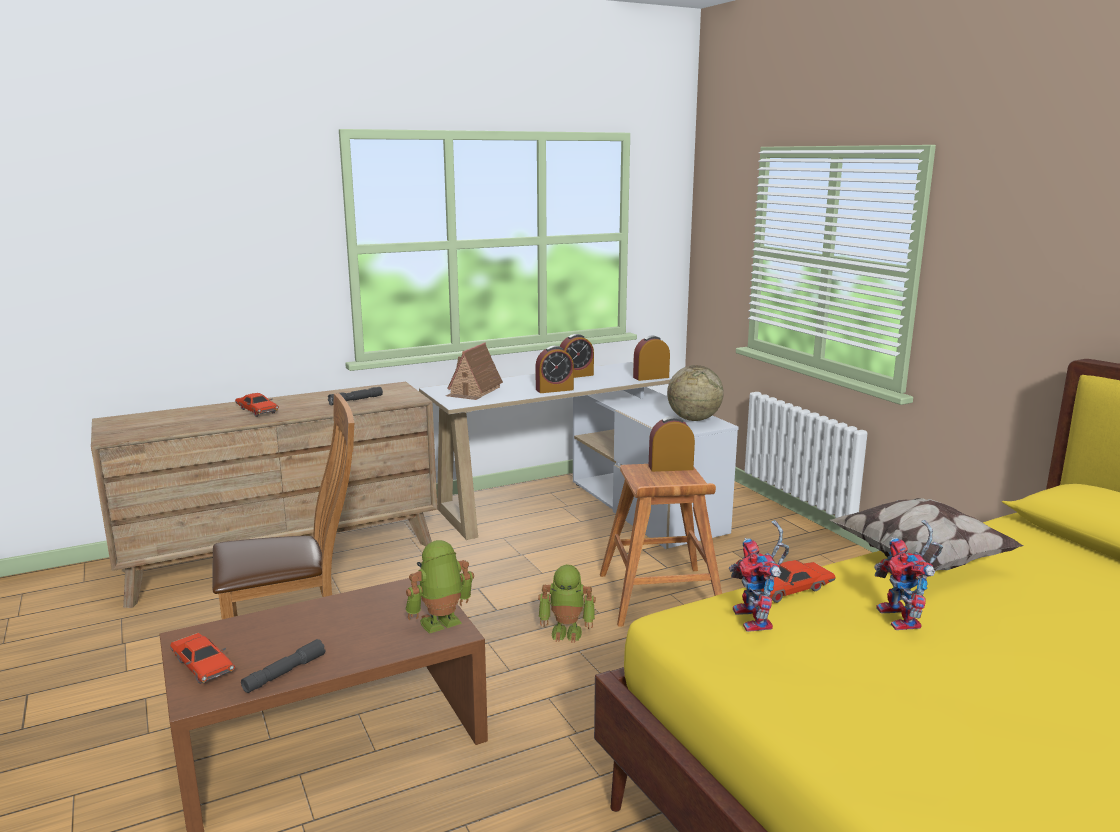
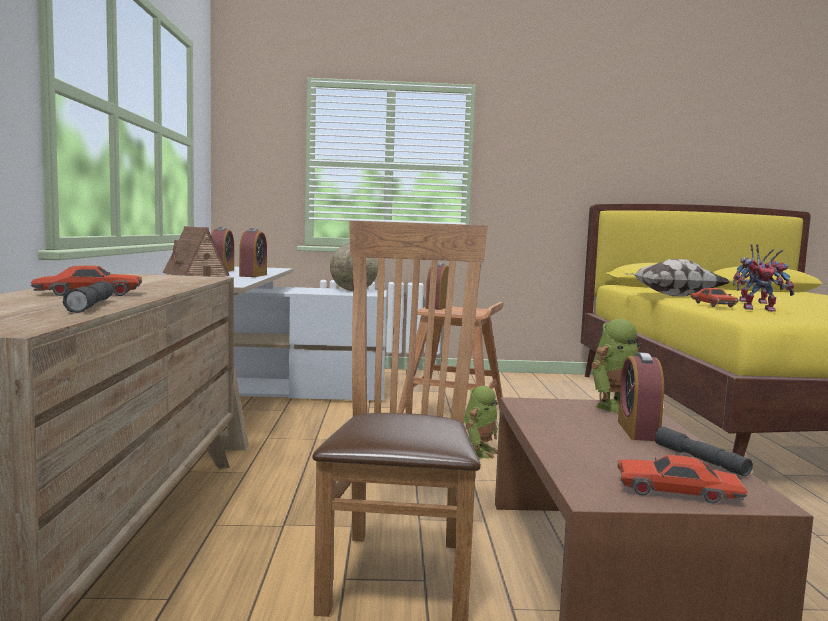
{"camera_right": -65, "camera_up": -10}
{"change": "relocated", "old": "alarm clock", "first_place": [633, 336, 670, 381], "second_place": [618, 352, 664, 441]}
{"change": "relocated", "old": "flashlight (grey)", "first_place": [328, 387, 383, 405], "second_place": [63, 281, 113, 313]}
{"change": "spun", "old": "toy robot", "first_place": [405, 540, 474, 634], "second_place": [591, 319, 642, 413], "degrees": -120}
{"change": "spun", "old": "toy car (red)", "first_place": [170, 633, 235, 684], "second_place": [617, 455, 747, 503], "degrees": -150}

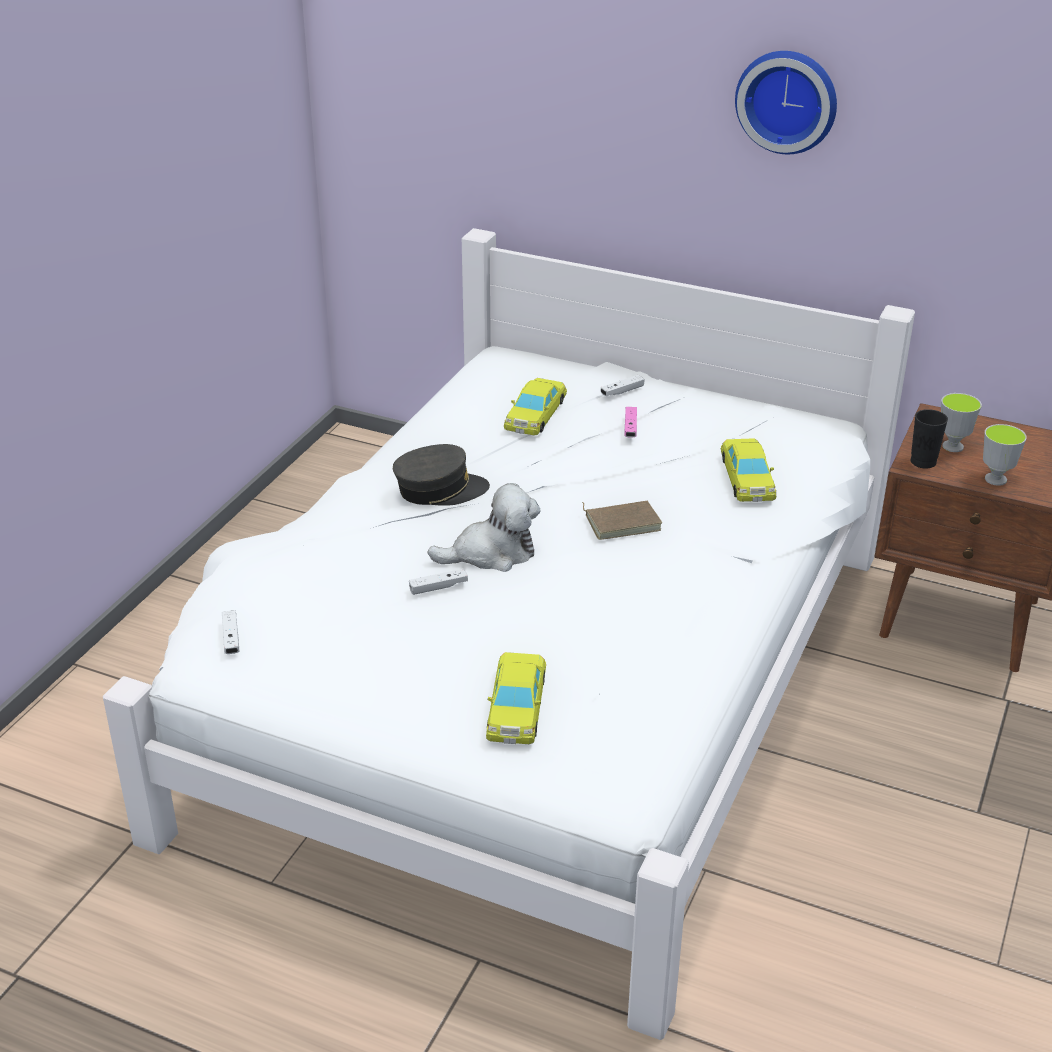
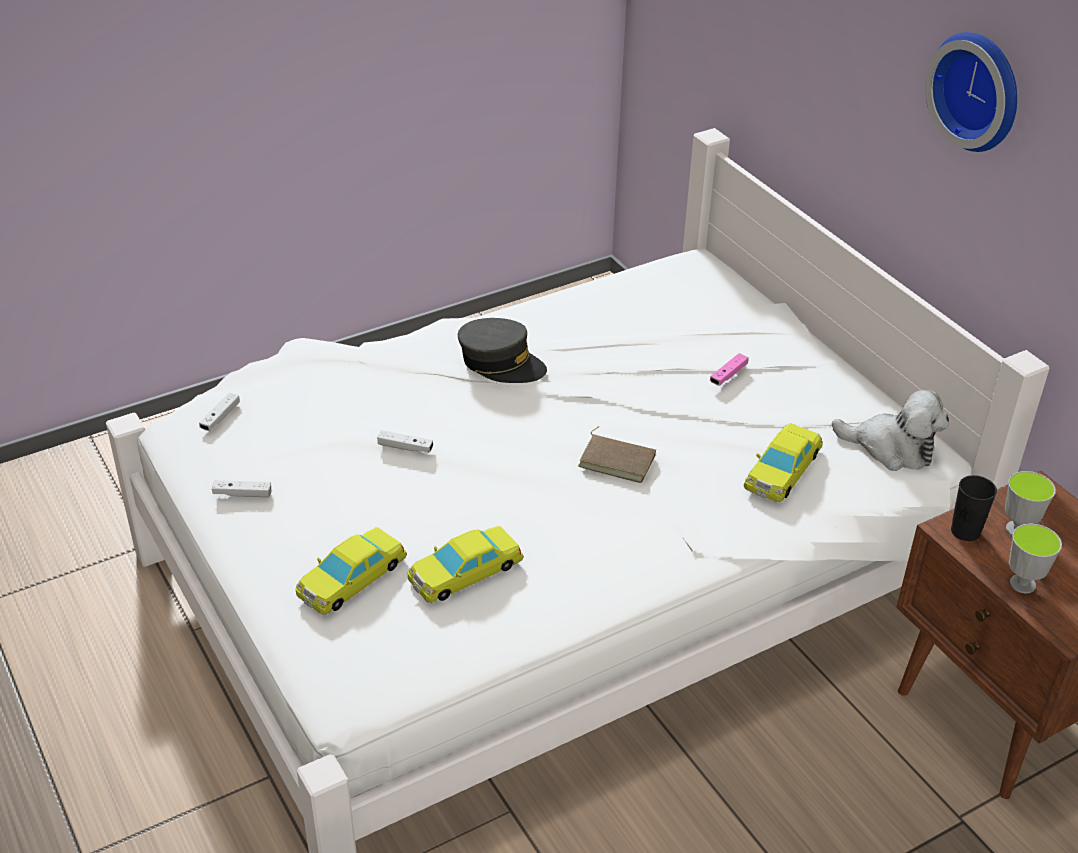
{"camera_right": 35, "camera_up": 5}
{"change": "relocated", "old": "game controller (white)", "first_place": [600, 375, 644, 396], "second_place": [212, 480, 271, 497]}
{"change": "relocated", "old": "toy car (yellow)", "first_place": [504, 378, 567, 435], "second_place": [408, 526, 524, 603]}
{"change": "relocated", "old": "plush toy", "first_place": [428, 483, 541, 572], "second_place": [832, 390, 949, 471]}

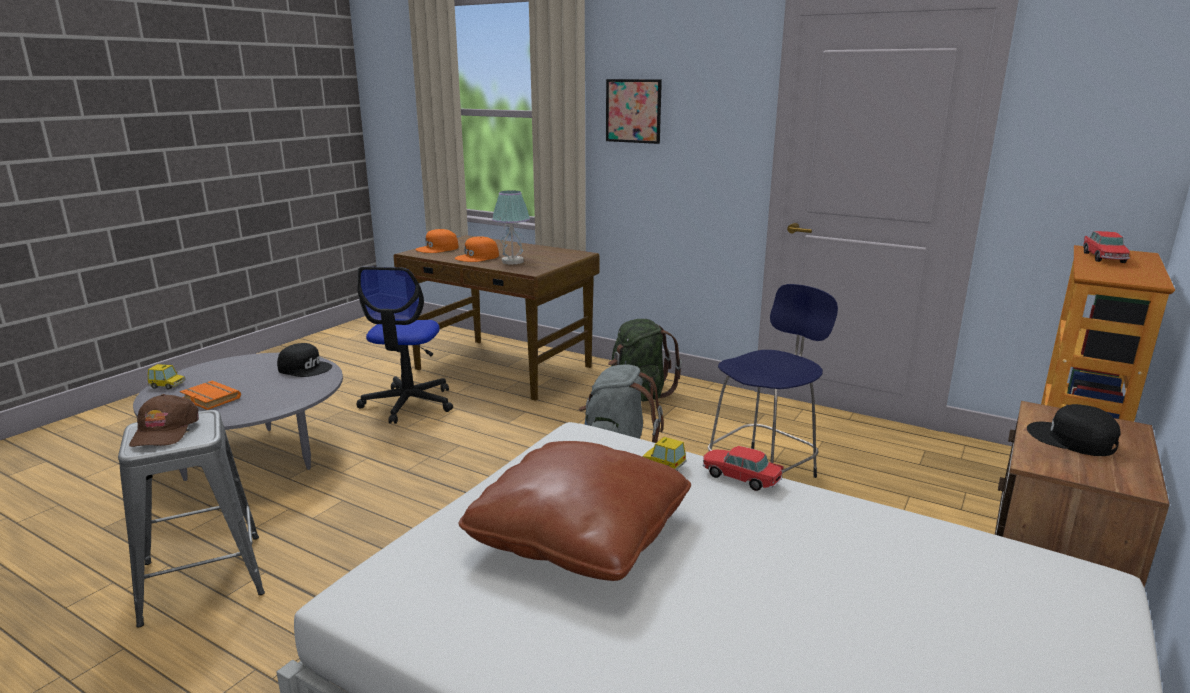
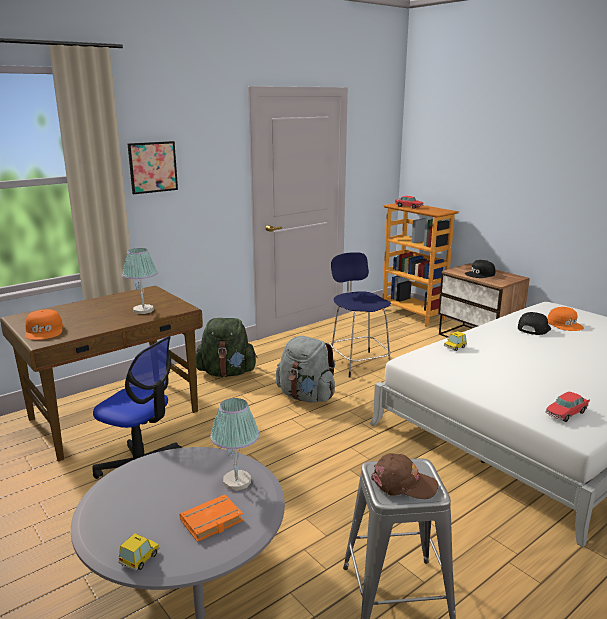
{"camera_right": -70, "camera_up": 0}
{"change": "relocated", "old": "cap (orange)", "first_place": [455, 236, 499, 262], "second_place": [547, 307, 584, 331]}
{"change": "relocated", "old": "cap (black)", "first_place": [277, 343, 332, 377], "second_place": [518, 312, 551, 335]}
{"change": "missing", "old": "pillow (brown)", "first_place": [458, 441, 691, 581]}
{"change": "relocated", "old": "toy car", "first_place": [703, 446, 784, 491], "second_place": [545, 391, 590, 422]}
{"change": "appeared", "new": "table lamp", "second_place": [210, 398, 259, 491]}

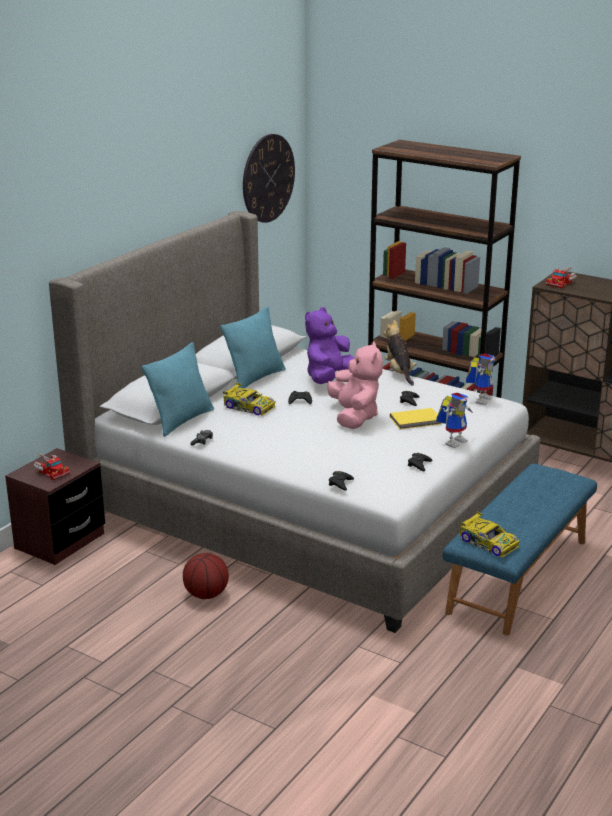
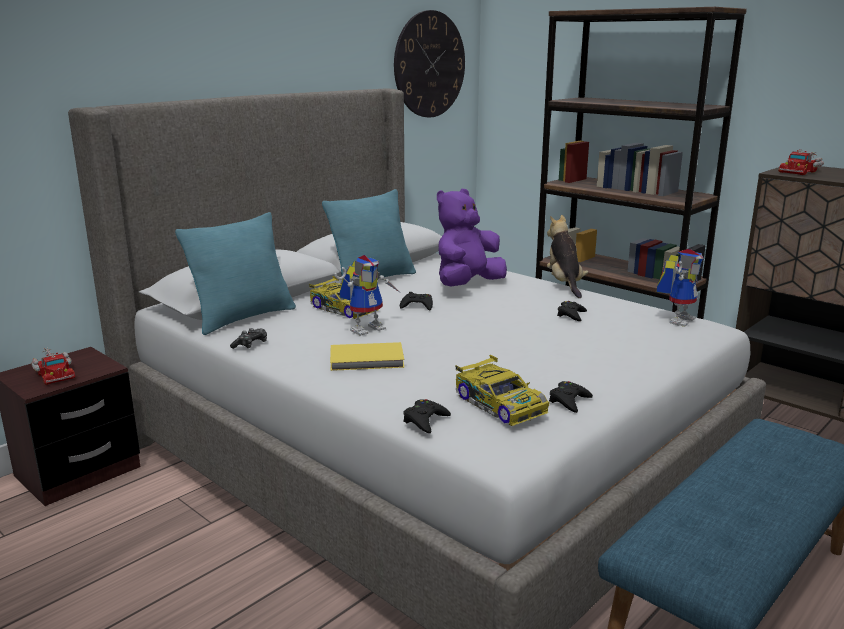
{"camera_right": 10, "camera_up": -5}
{"change": "missing", "old": "plush toy (pink)", "first_place": [327, 341, 383, 429]}
{"change": "relocated", "old": "toy robot", "first_place": [436, 393, 474, 448], "second_place": [334, 255, 399, 336]}
{"change": "relocated", "old": "book (yellow)", "first_place": [390, 408, 441, 429], "second_place": [330, 342, 405, 371]}
{"change": "relocated", "old": "toy car", "first_place": [460, 512, 520, 558], "second_place": [455, 355, 550, 426]}
{"change": "missing", "old": "basketball", "first_place": [183, 553, 229, 599]}

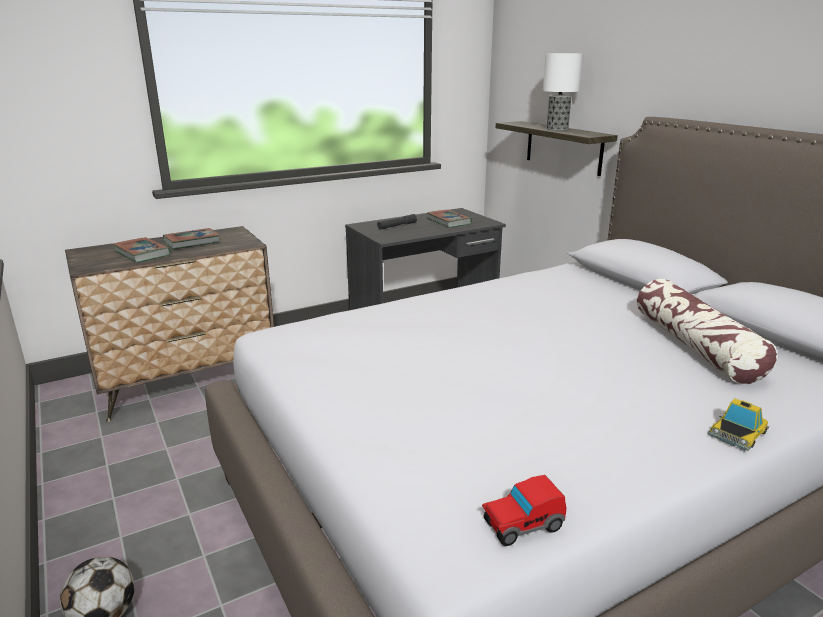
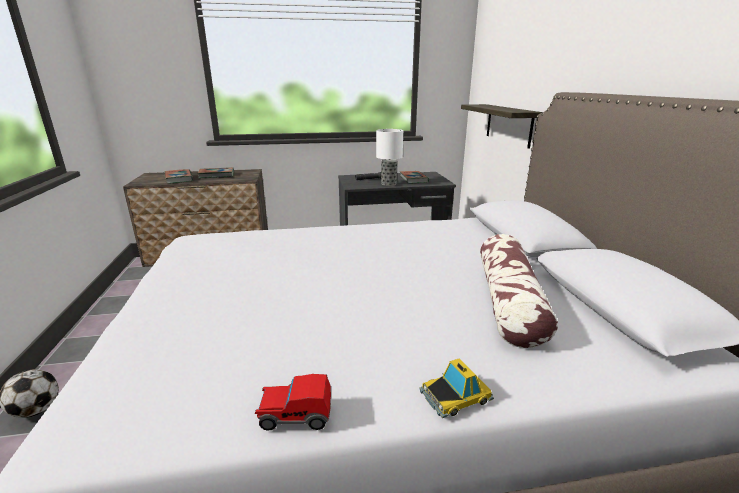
{"camera_right": 20, "camera_up": 0}
{"change": "relocated", "old": "table lamp", "first_place": [543, 53, 583, 131], "second_place": [376, 129, 403, 186]}
{"change": "relocated", "old": "toy car", "first_place": [482, 475, 567, 546], "second_place": [255, 374, 331, 431]}

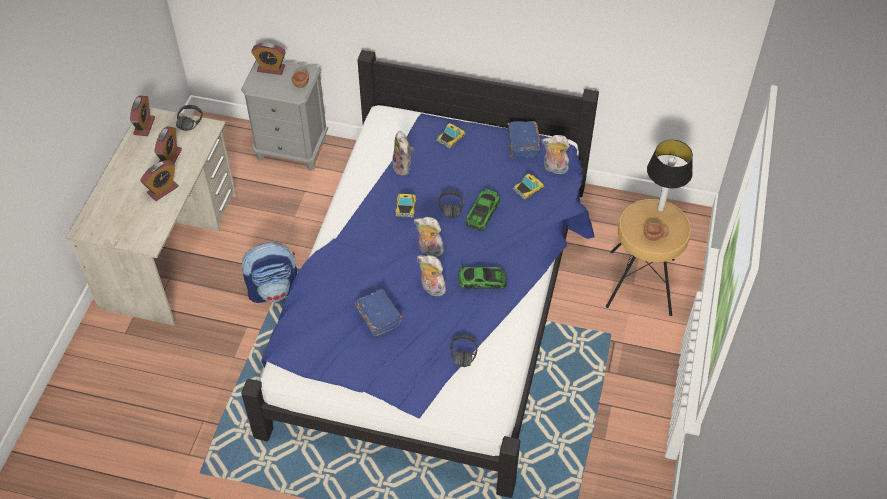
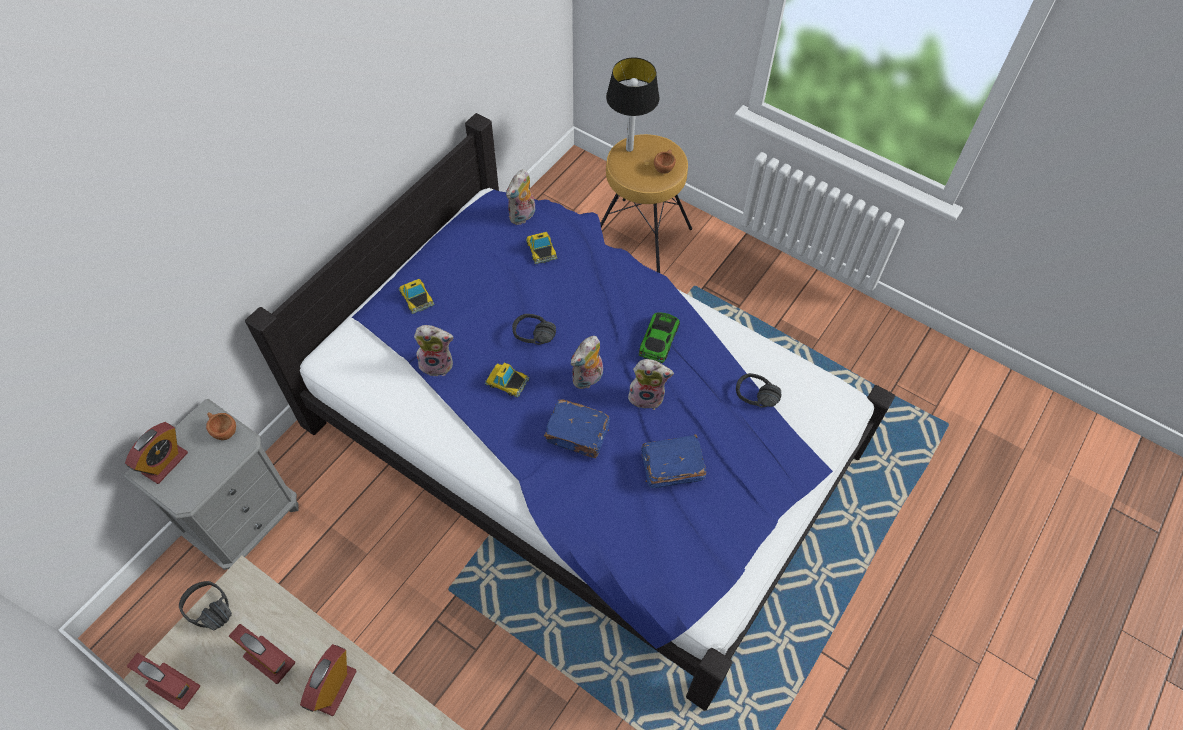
{"camera_right": -70, "camera_up": 5}
{"change": "relocated", "old": "book (blue)", "first_place": [508, 121, 540, 158], "second_place": [544, 399, 610, 459]}
{"change": "spun", "old": "alarm clock", "first_place": [140, 160, 179, 201], "second_place": [300, 644, 357, 716], "degrees": -135}
{"change": "missing", "old": "toy car", "first_place": [465, 189, 500, 231]}
{"change": "missing", "old": "backpack", "first_place": [242, 242, 297, 303]}
{"change": "spun", "old": "plush toy", "first_place": [417, 255, 446, 296], "second_place": [628, 359, 674, 410], "degrees": -135}

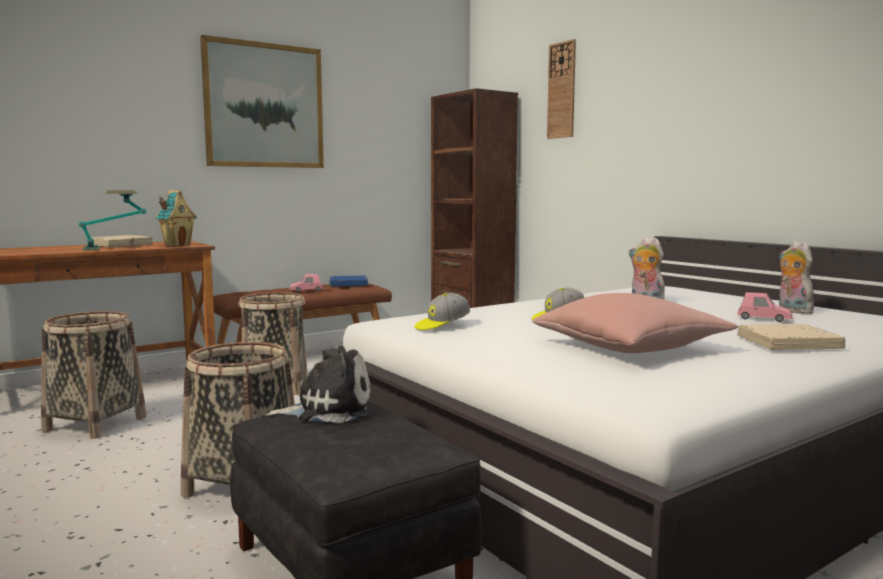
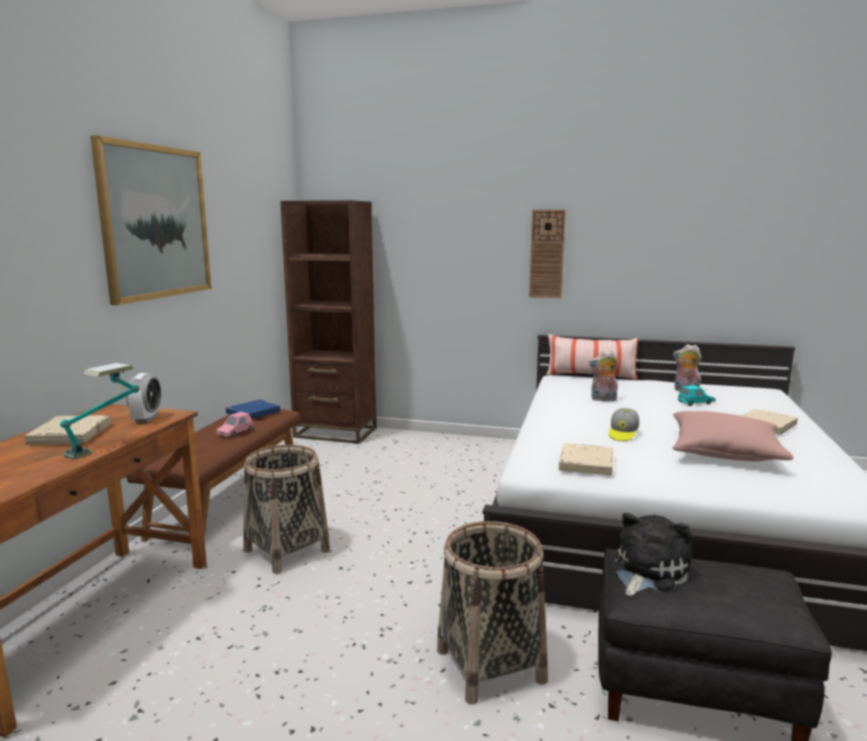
{"camera_right": -40, "camera_up": 5}
{"change": "relocated", "old": "wall clock", "first_place": [547, 39, 576, 139], "second_place": [529, 210, 566, 298]}
{"change": "exchanged", "old": "toy house", "new": "alarm clock", "first_place": [155, 190, 197, 246], "second_place": [126, 373, 161, 423]}
{"change": "colour", "old": "toy car (pink)", "new": "toy car (turquoise)", "first_place": [737, 292, 793, 322], "second_place": [678, 385, 716, 406]}
{"change": "exchanged", "old": "cap", "new": "book (beige)", "first_place": [414, 293, 470, 330], "second_place": [559, 443, 613, 475]}
{"change": "missing", "old": "basket", "first_place": [41, 311, 147, 439]}
{"change": "appeared", "new": "pillow", "second_place": [546, 334, 639, 380]}

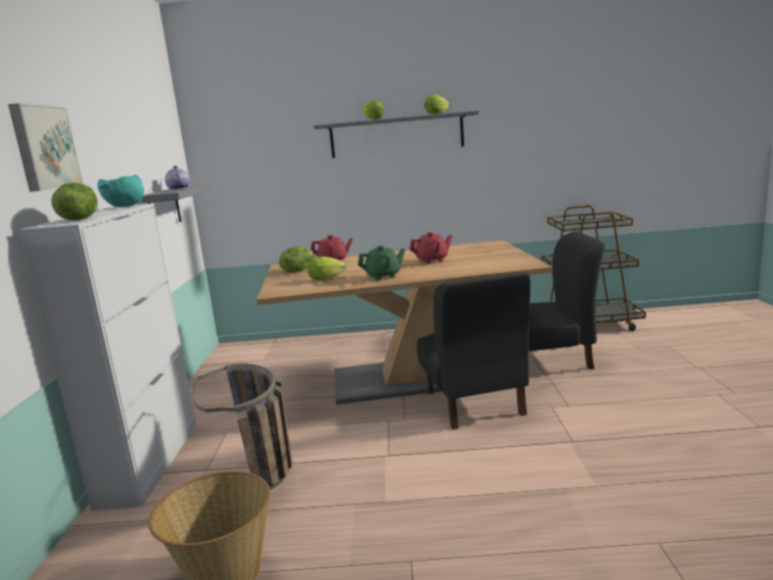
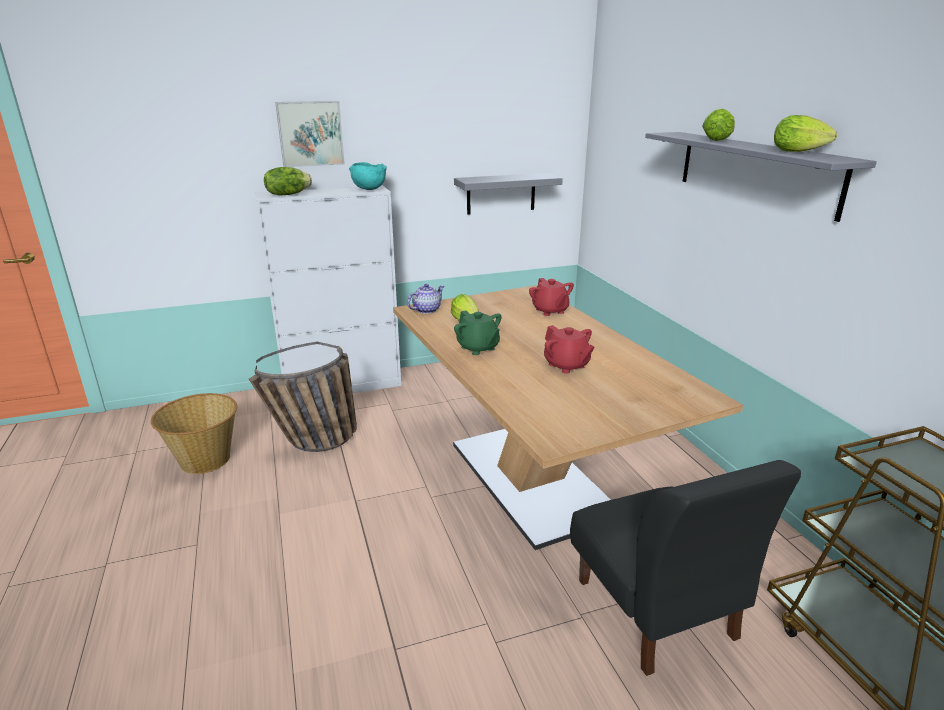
{"camera_right": 70, "camera_up": 10}
{"change": "relocated", "old": "teapot", "first_place": [165, 166, 190, 190], "second_place": [407, 284, 444, 314]}
{"change": "missing", "old": "lettuce", "first_place": [279, 246, 314, 272]}
{"change": "missing", "old": "chair (black)", "first_place": [417, 272, 531, 430]}

